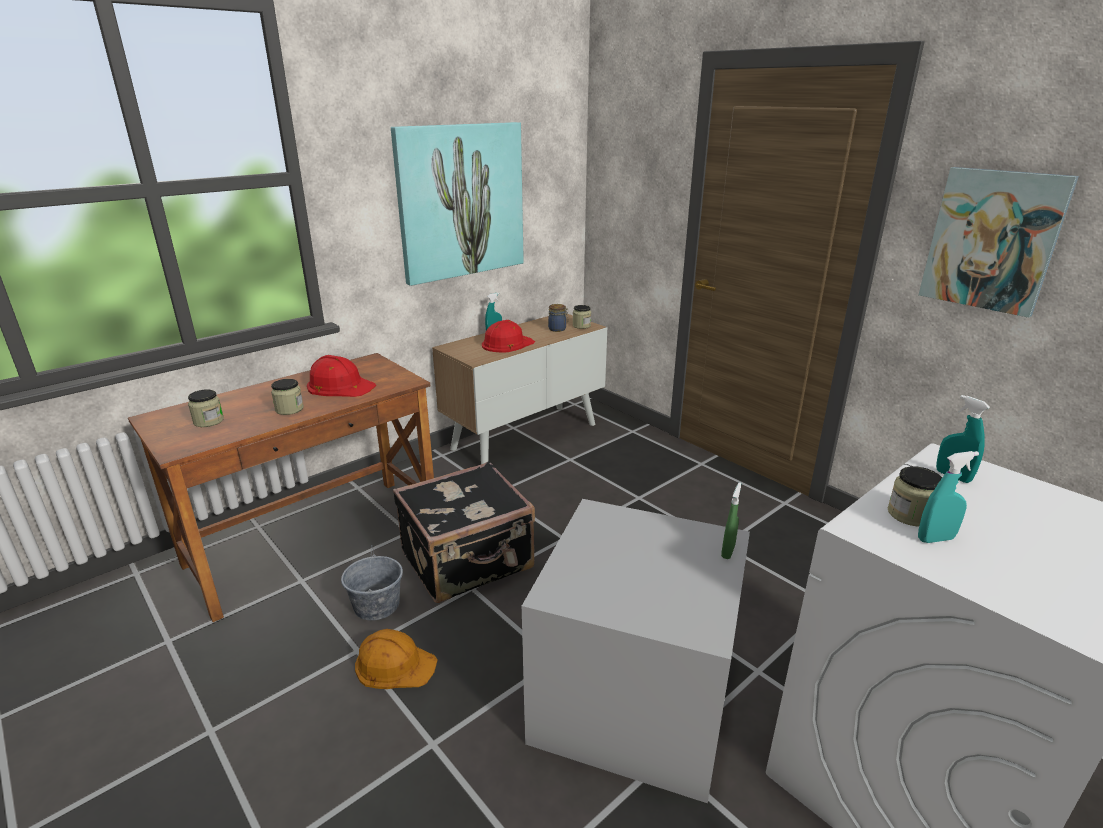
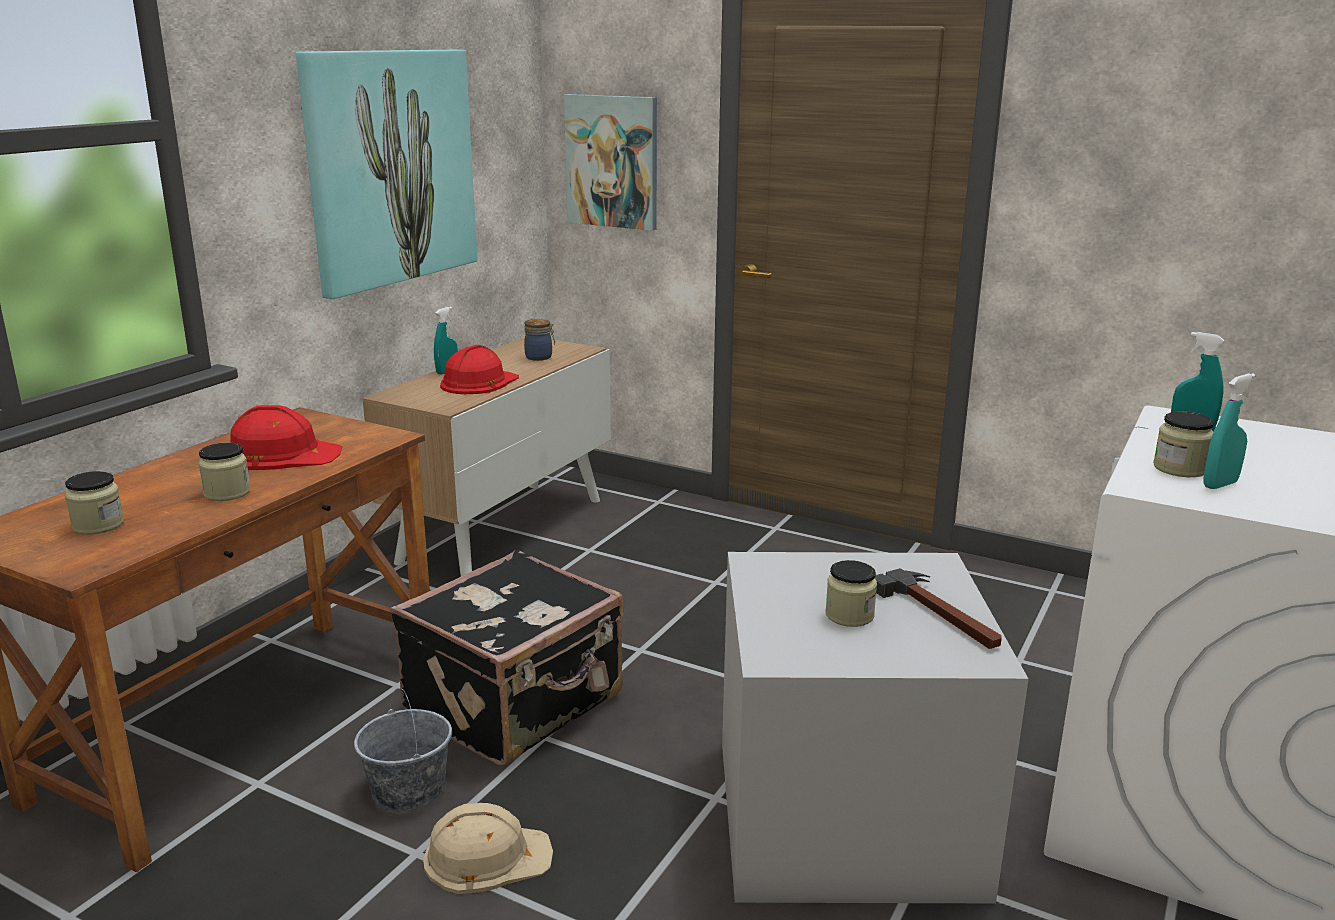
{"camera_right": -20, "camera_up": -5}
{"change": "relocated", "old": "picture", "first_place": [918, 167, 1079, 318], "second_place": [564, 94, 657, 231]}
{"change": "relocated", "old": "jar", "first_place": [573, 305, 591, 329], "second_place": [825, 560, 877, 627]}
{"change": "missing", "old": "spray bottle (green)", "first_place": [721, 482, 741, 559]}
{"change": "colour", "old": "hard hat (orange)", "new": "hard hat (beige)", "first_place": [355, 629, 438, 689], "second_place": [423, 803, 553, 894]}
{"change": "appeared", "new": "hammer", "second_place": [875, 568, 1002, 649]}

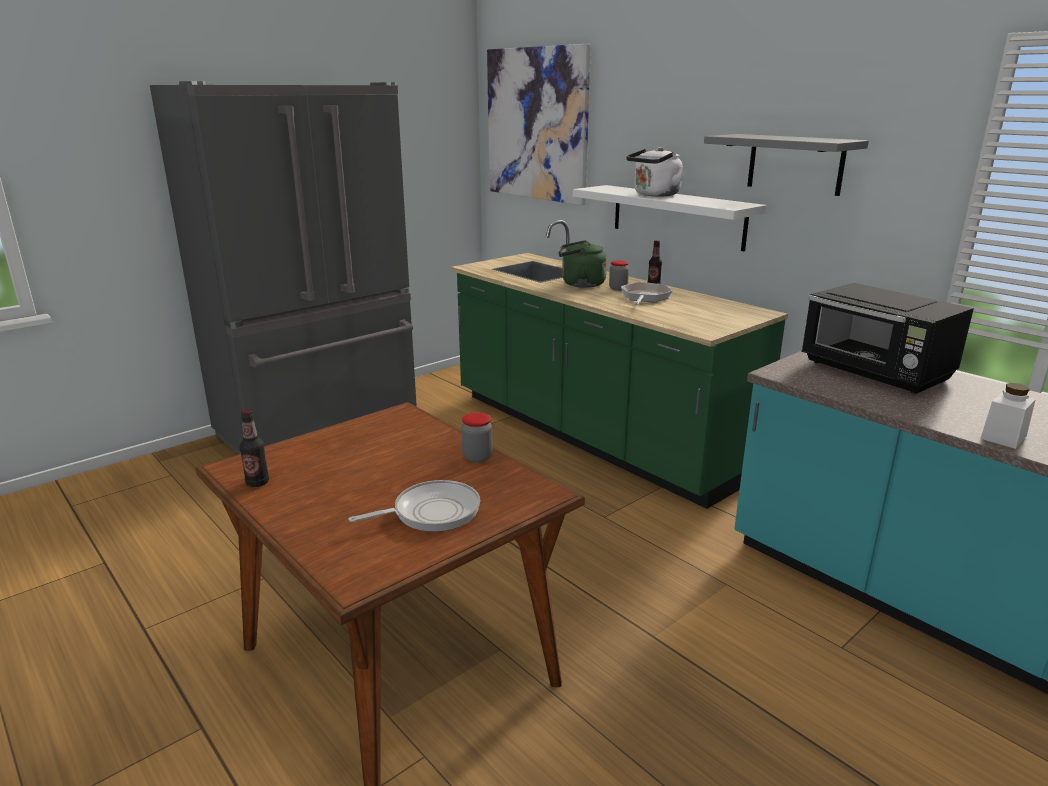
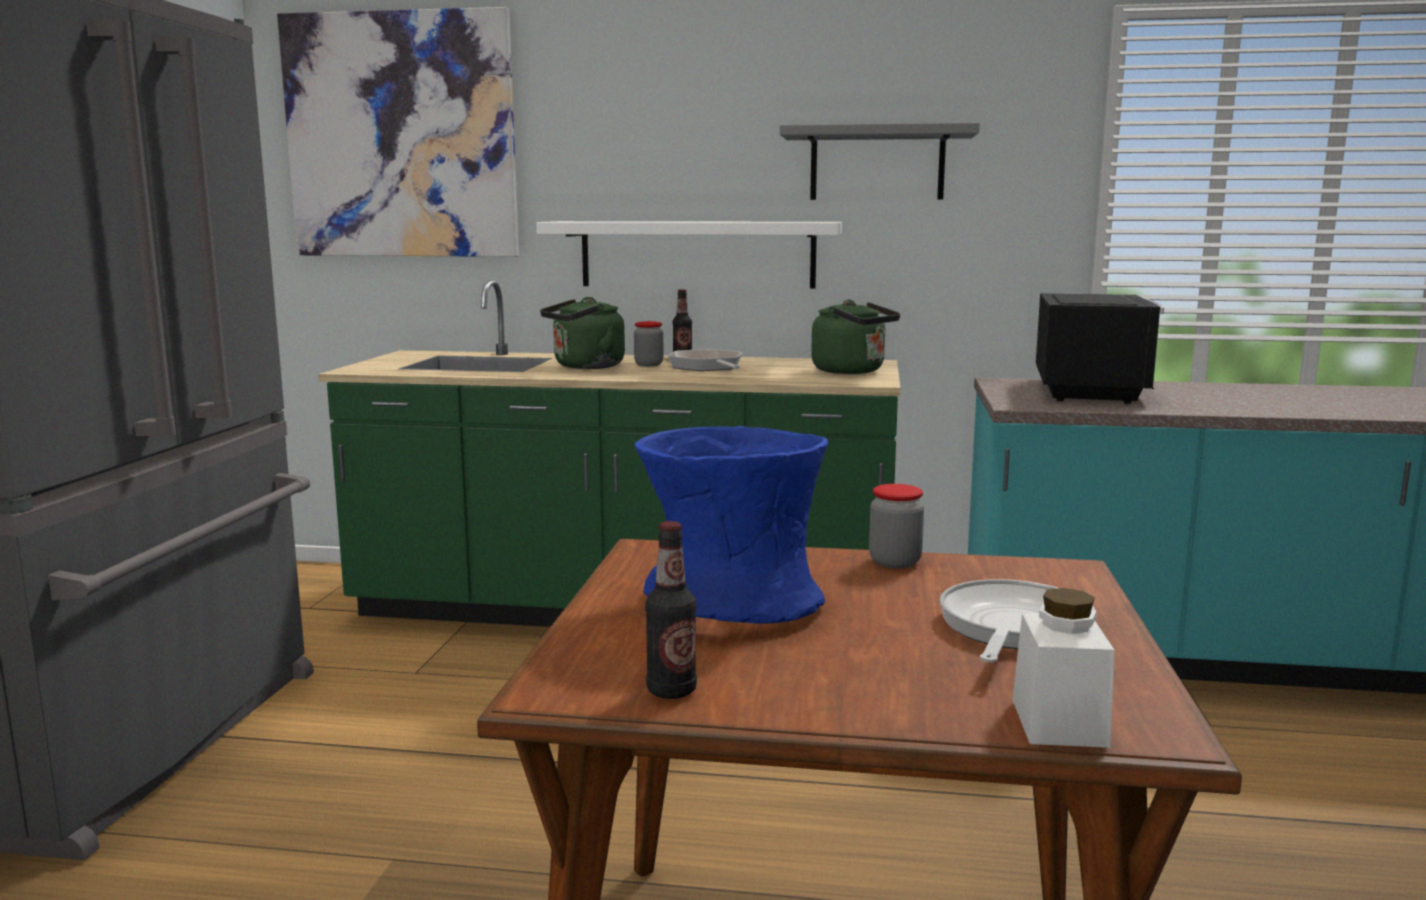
{"camera_right": -40, "camera_up": -10}
{"change": "missing", "old": "kettle (white)", "first_place": [626, 147, 685, 197]}
{"change": "spun", "old": "microwave (black)", "first_place": [801, 283, 974, 394], "second_place": [1036, 293, 1164, 404], "degrees": -90}
{"change": "relocated", "old": "jar (white)", "first_place": [980, 383, 1036, 449], "second_place": [1013, 588, 1114, 748]}
{"change": "appeared", "new": "kettle (green)", "second_place": [811, 300, 900, 374]}
{"change": "appeared", "new": "vase (blue)", "second_place": [635, 426, 828, 624]}

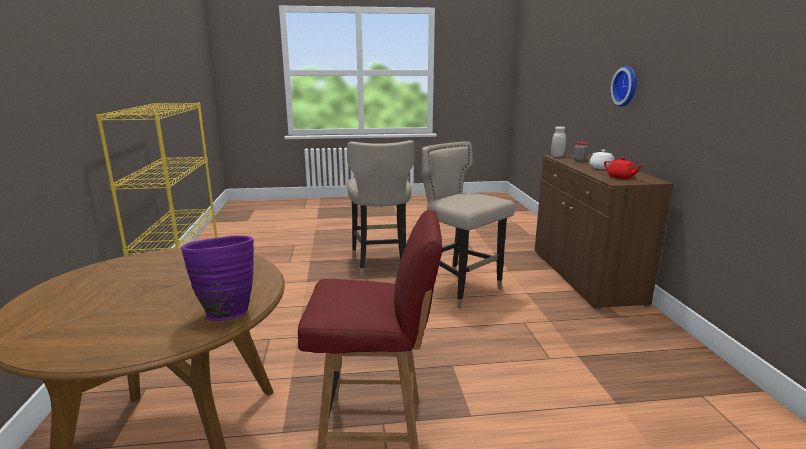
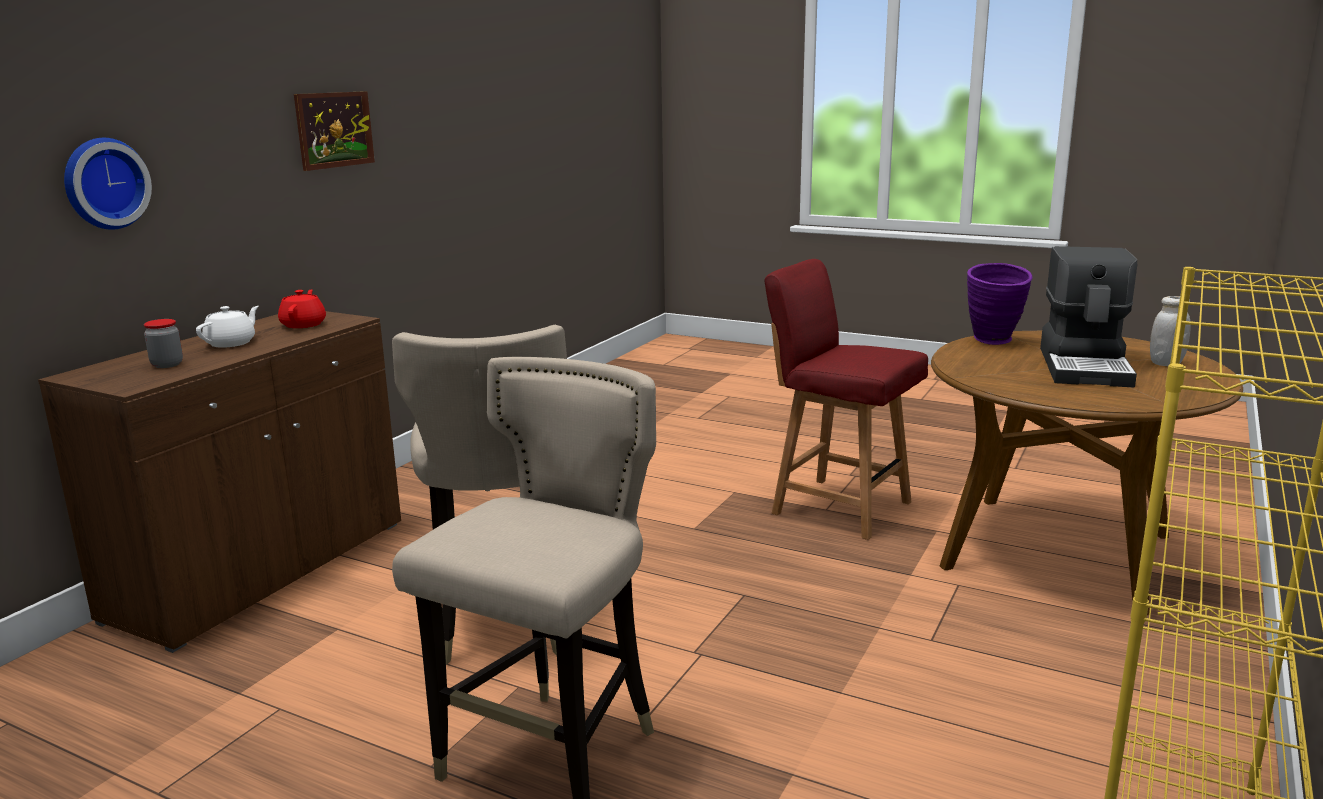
{"camera_right": -145, "camera_up": 0}
{"change": "relocated", "old": "jar (white)", "first_place": [551, 126, 566, 157], "second_place": [1150, 296, 1191, 366]}
{"change": "appeared", "new": "picture", "second_place": [294, 91, 375, 171]}
{"change": "appeared", "new": "coffee machine", "second_place": [1040, 246, 1138, 387]}

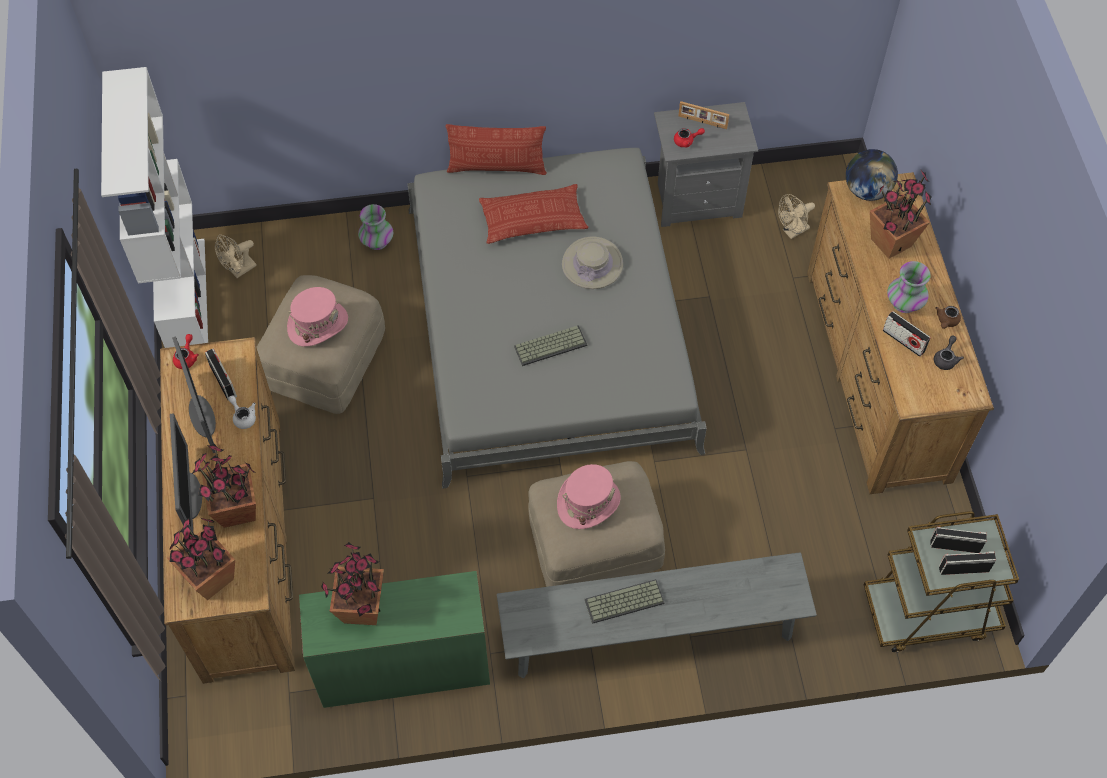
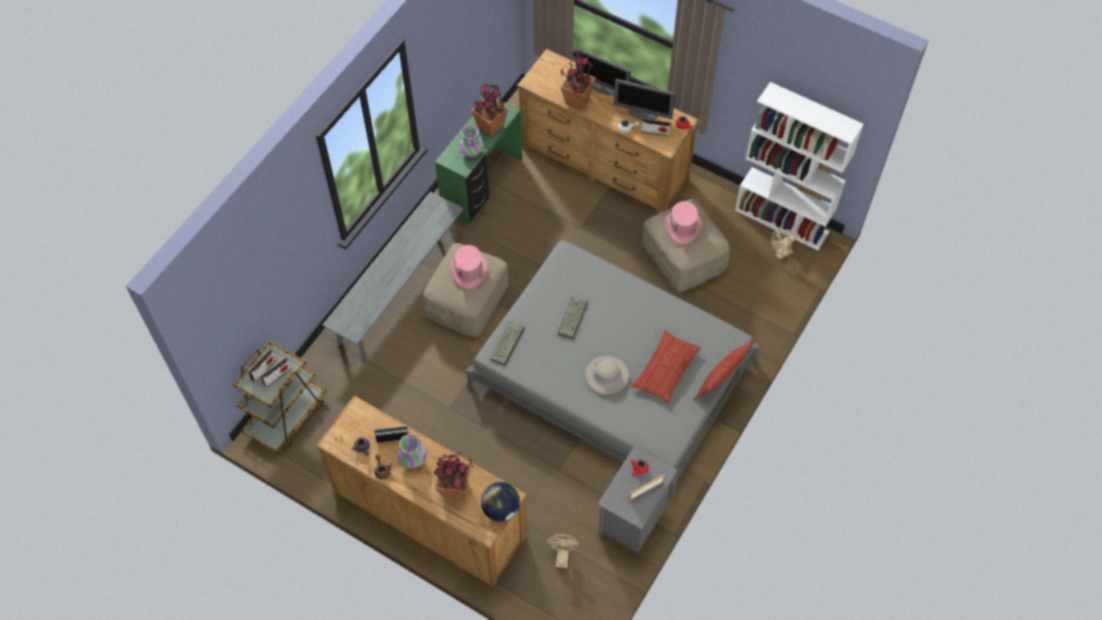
{"camera_right": 130, "camera_up": 0}
{"change": "relocated", "old": "vase", "first_place": [358, 204, 393, 250], "second_place": [459, 125, 484, 158]}
{"change": "spun", "old": "fan (beige)", "first_place": [215, 234, 257, 278], "second_place": [771, 229, 797, 259], "degrees": -120}
{"change": "missing", "old": "potted plant", "first_place": [167, 518, 235, 600]}
{"change": "relocated", "old": "keyboard", "first_place": [584, 579, 665, 624], "second_place": [490, 322, 525, 366]}

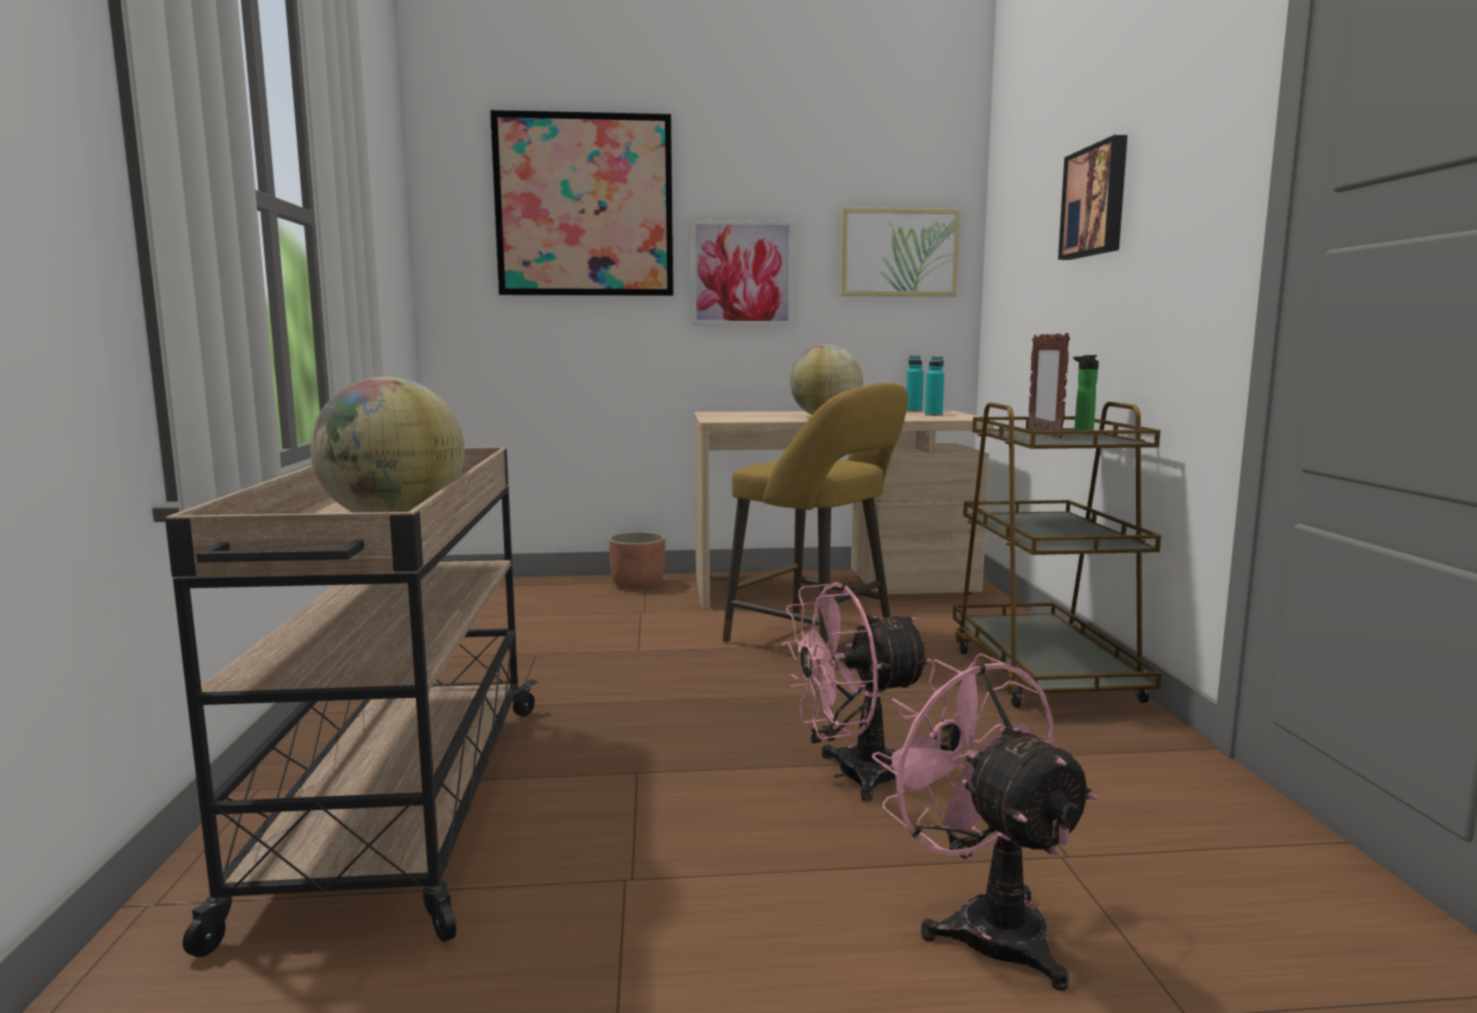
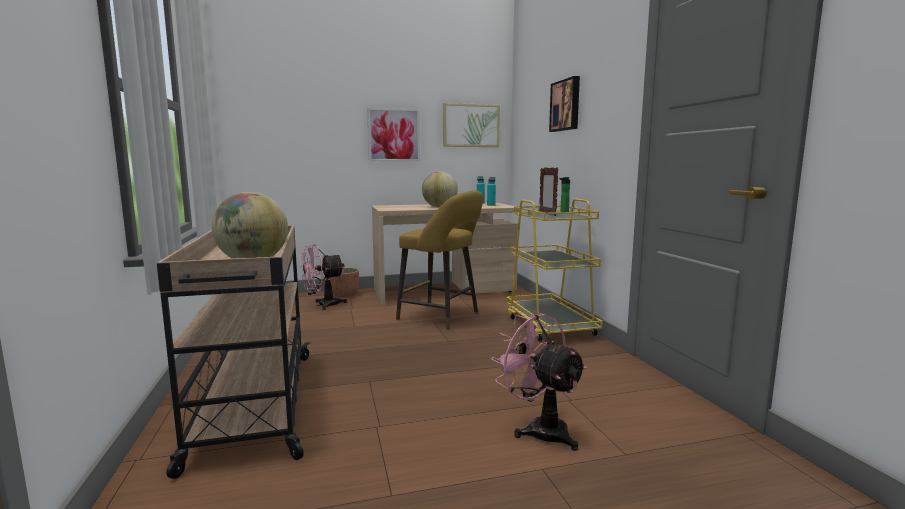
{"camera_right": -10, "camera_up": 0}
{"change": "missing", "old": "picture", "first_place": [490, 110, 673, 296]}
{"change": "colour", "old": "cart (brown)", "new": "cart (yellow)", "first_place": [953, 402, 1162, 708], "second_place": [506, 199, 603, 341]}
{"change": "relocated", "old": "fan (pink)", "first_place": [782, 582, 932, 801], "second_place": [300, 245, 347, 310]}

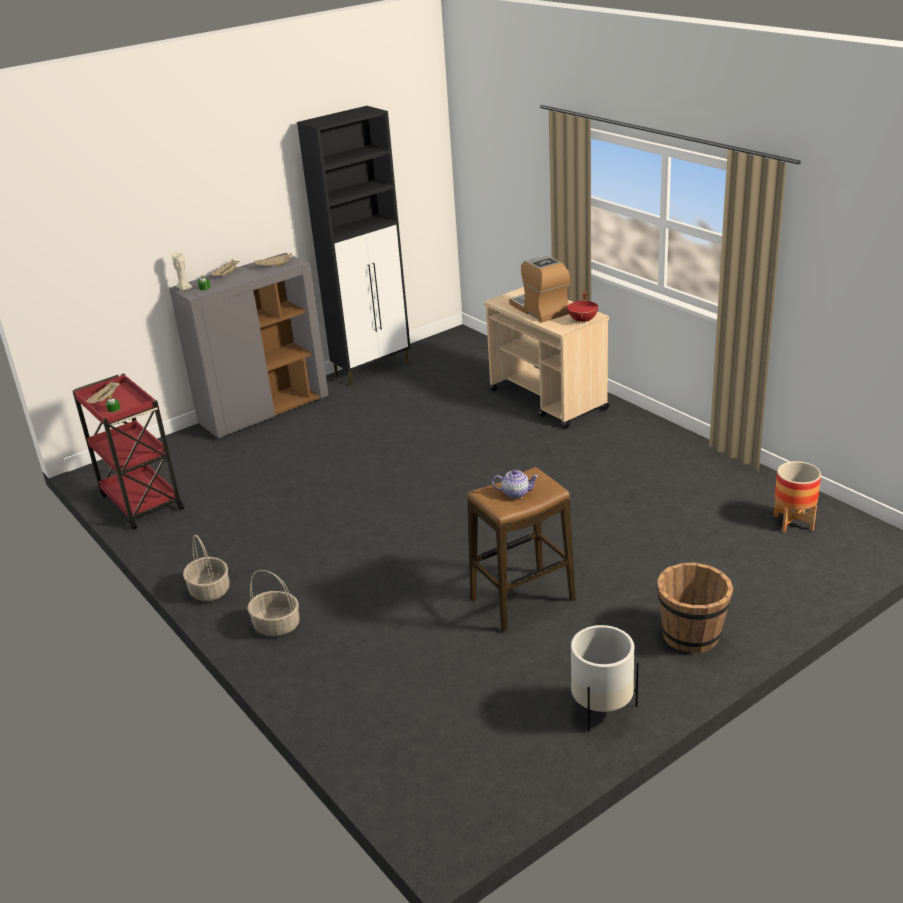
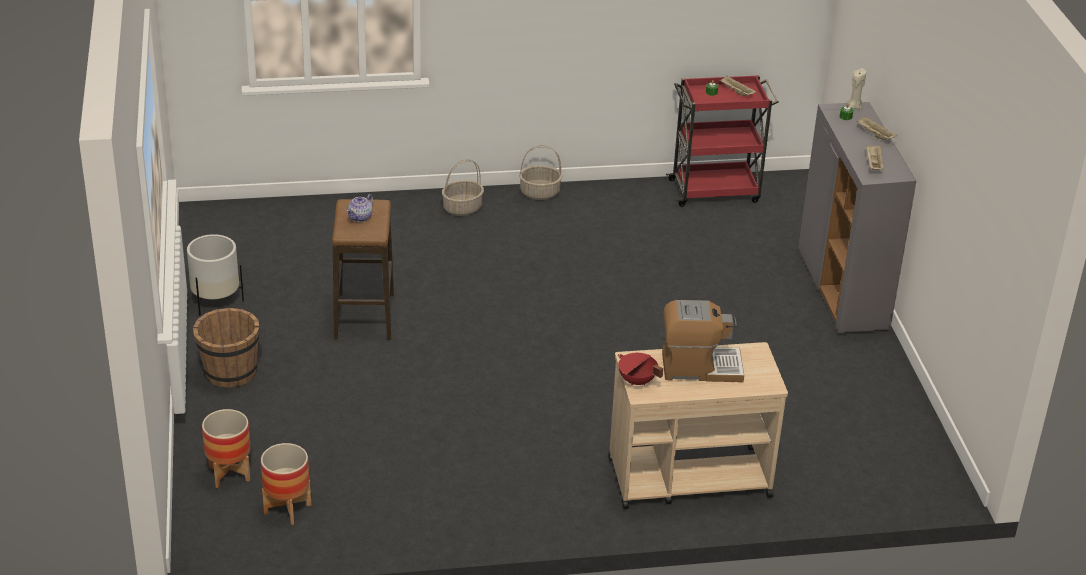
{"camera_right": 115, "camera_up": 5}
{"change": "missing", "old": "cabinet (black)", "first_place": [297, 106, 410, 386]}
{"change": "appeared", "new": "planter", "second_place": [202, 409, 250, 488]}

